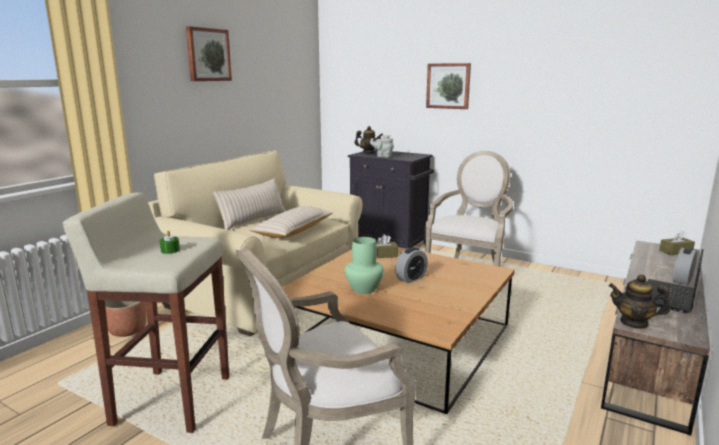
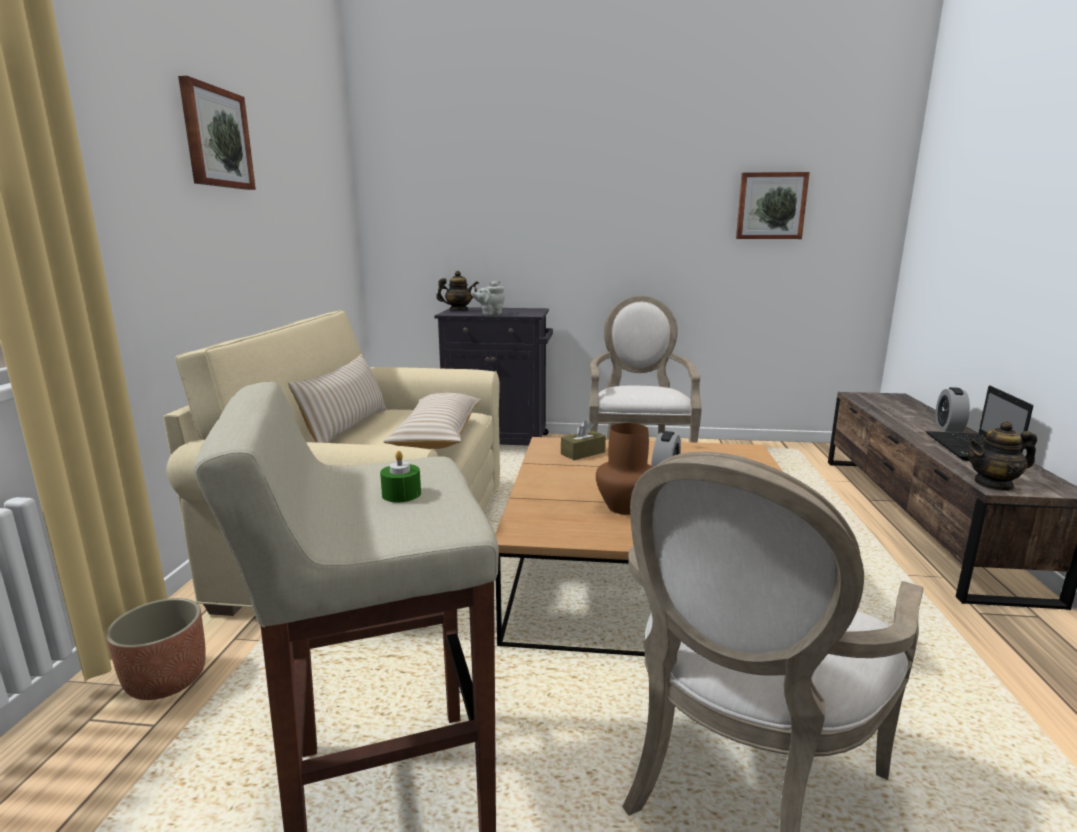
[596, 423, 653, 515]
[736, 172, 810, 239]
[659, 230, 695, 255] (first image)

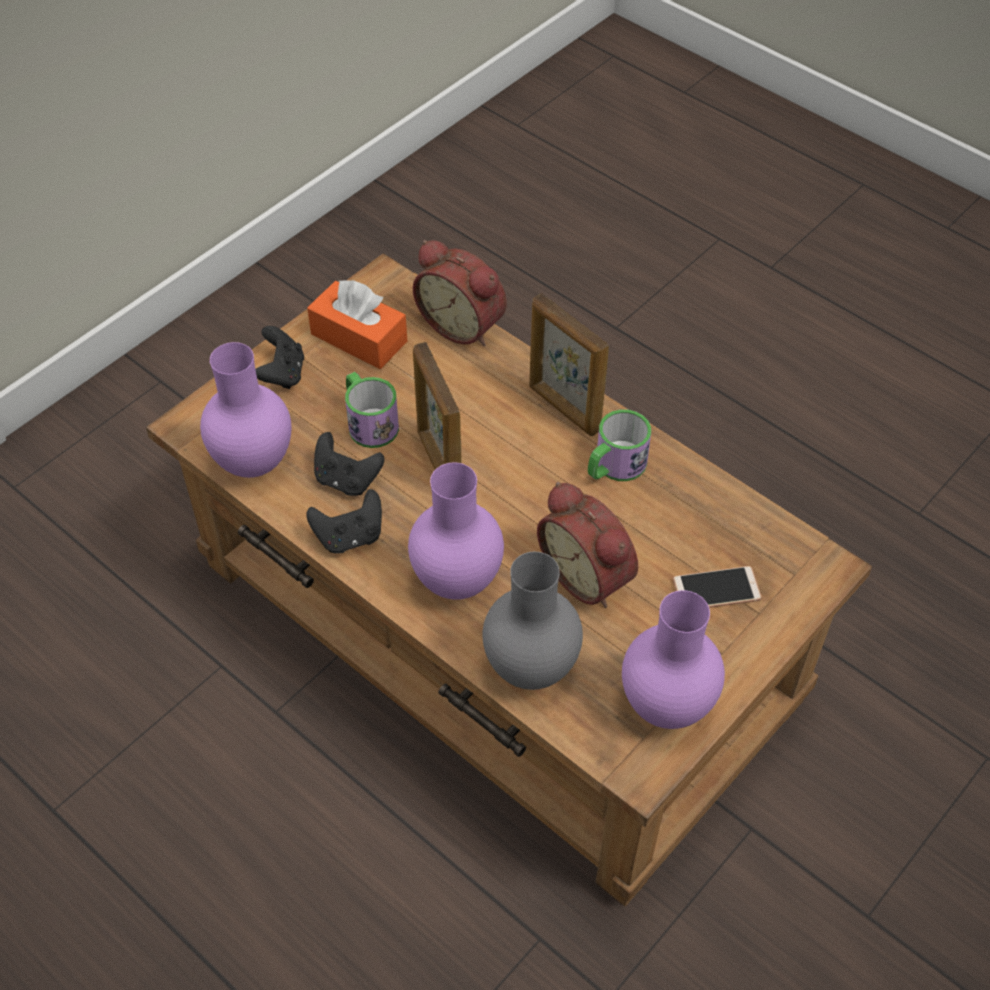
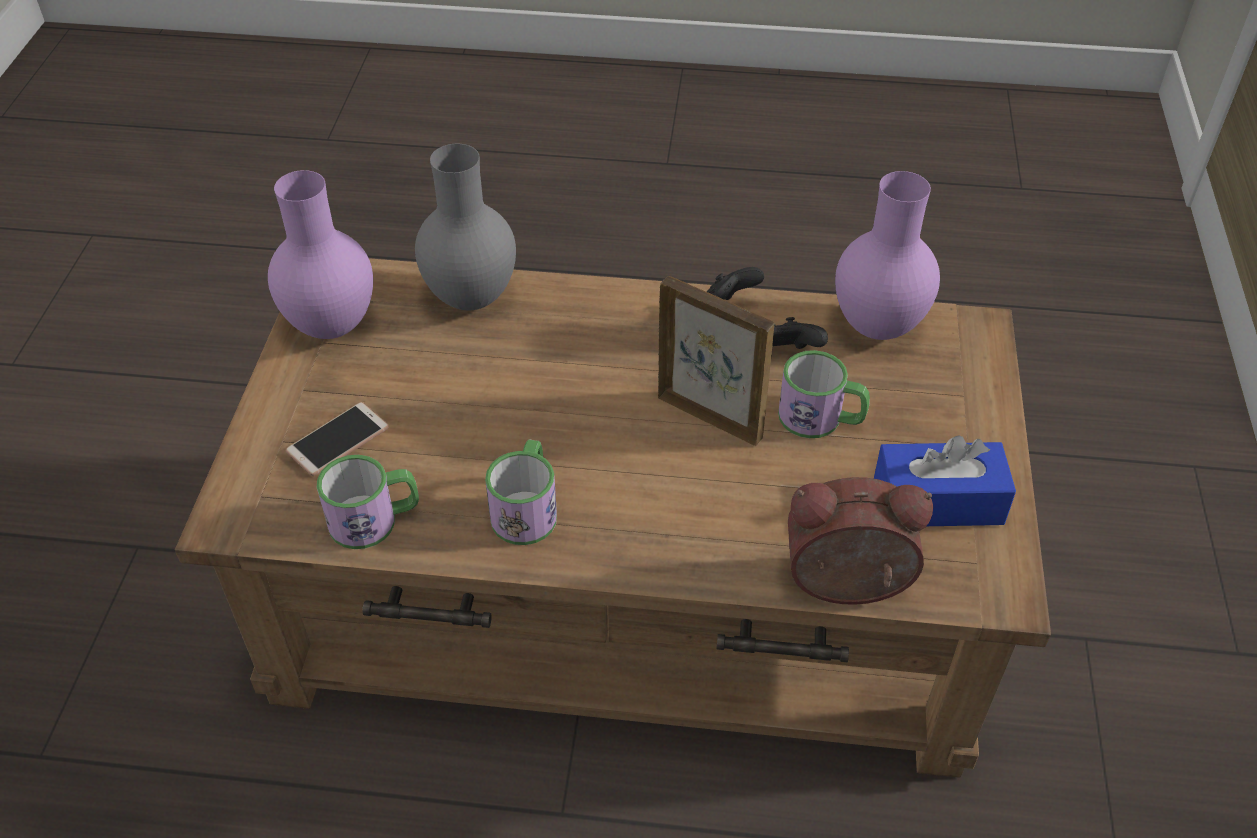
[255, 326, 304, 389] (first image)
[874, 435, 1016, 526]
[408, 462, 504, 600] (first image)
[529, 293, 609, 436] (first image)
[537, 482, 638, 608] (first image)
[317, 455, 419, 549]

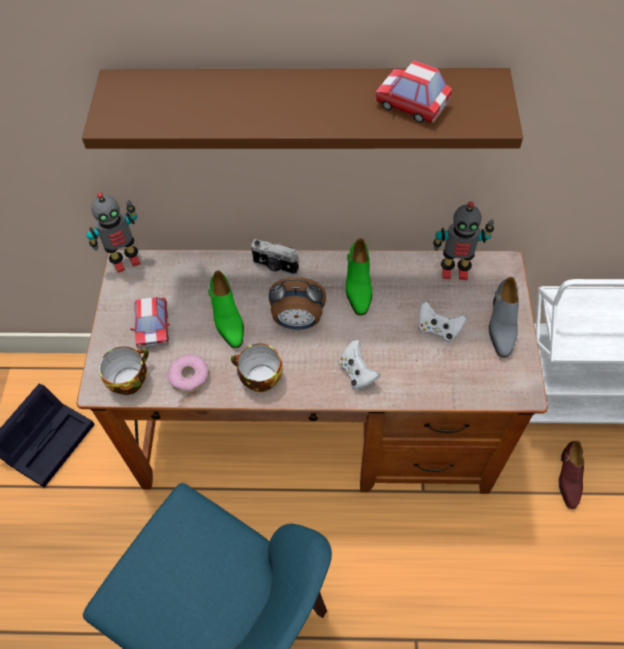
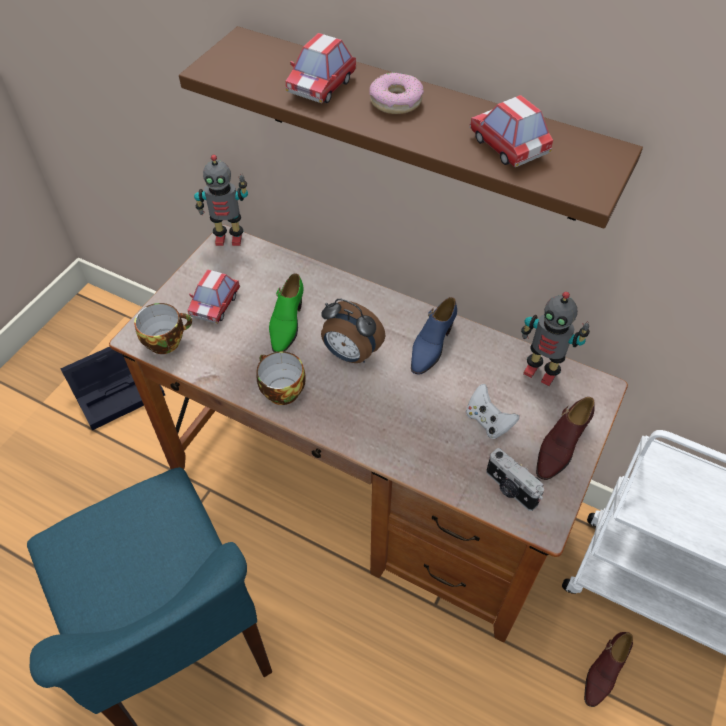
[369, 73, 424, 114]
[486, 448, 544, 511]
[339, 340, 380, 390] (first image)
[411, 297, 457, 374]
[536, 397, 595, 480]
[285, 33, 357, 104]

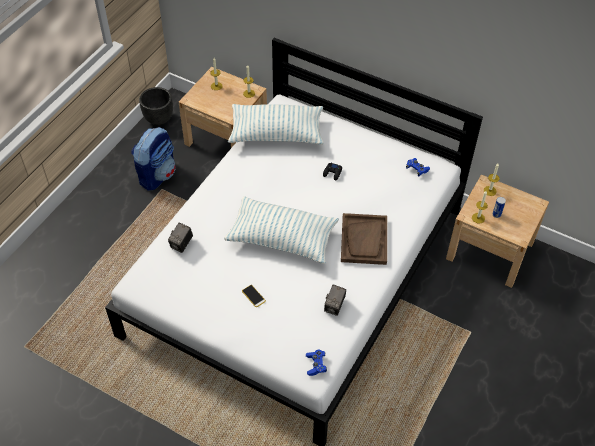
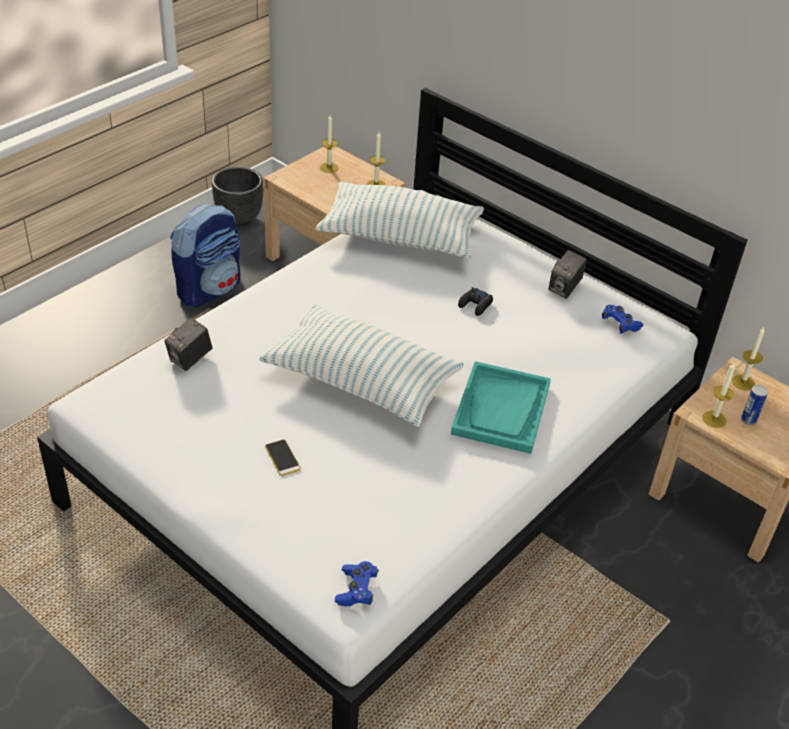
[548, 250, 586, 299]
[451, 361, 551, 454]

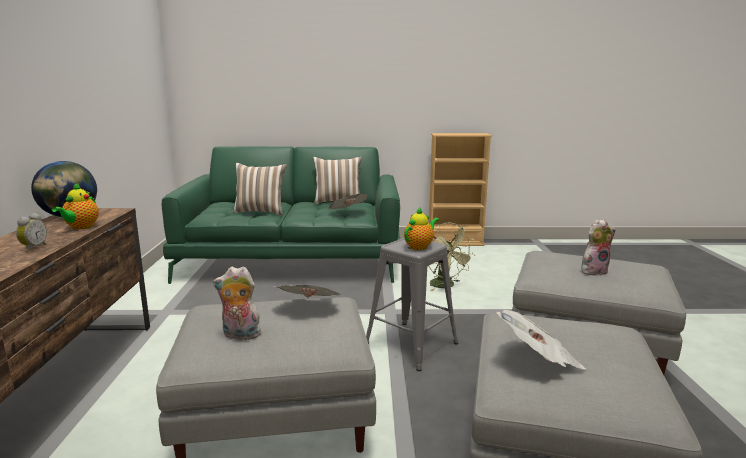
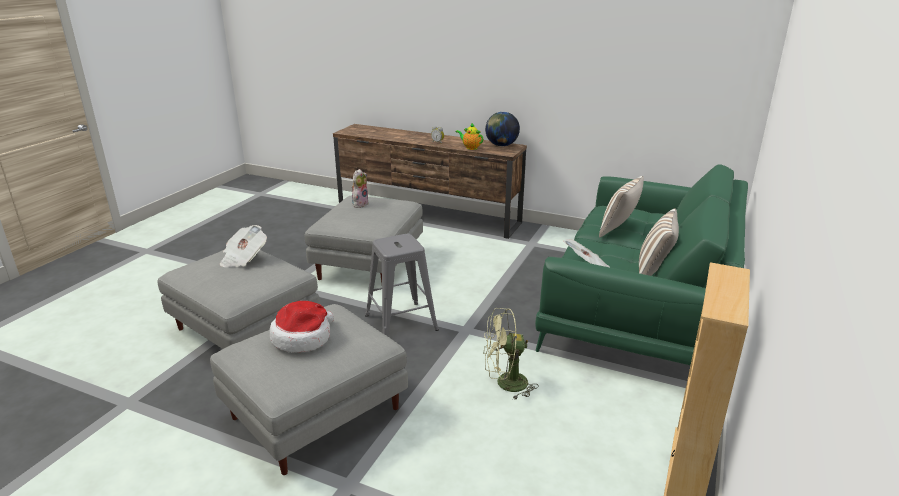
[272, 285, 341, 297] (first image)
[404, 208, 439, 250] (first image)
[270, 301, 334, 353]

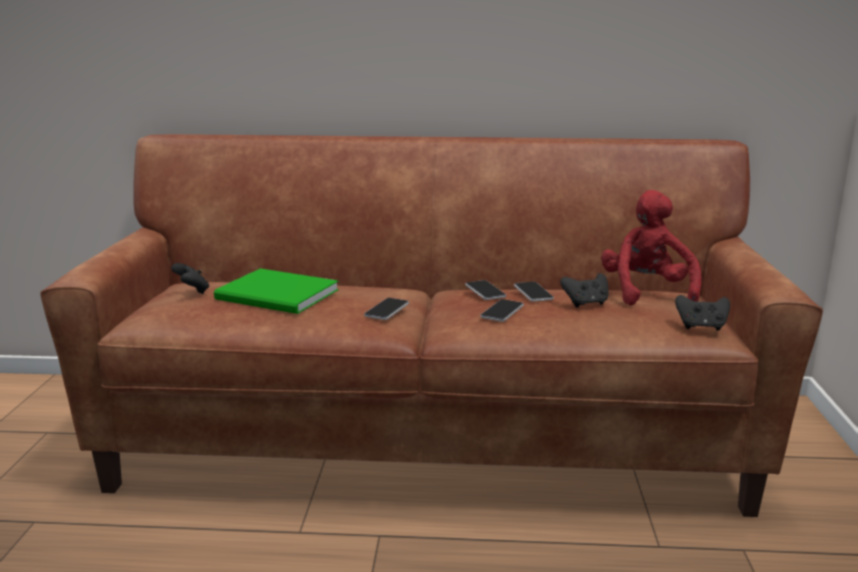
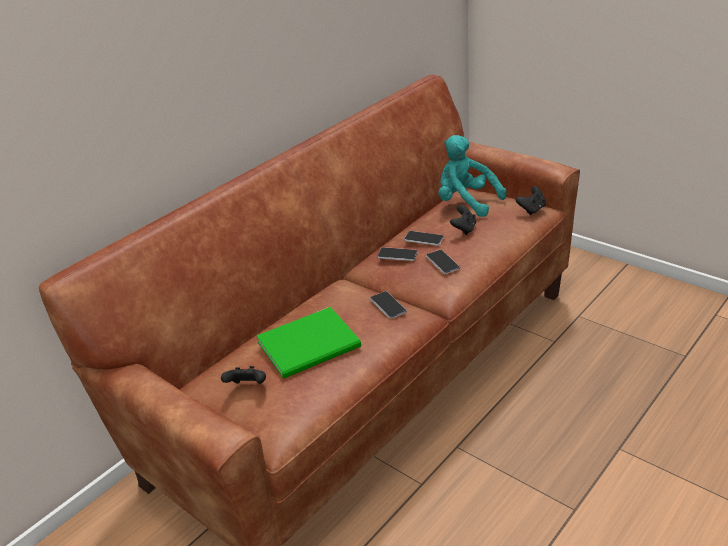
[438, 135, 507, 217]

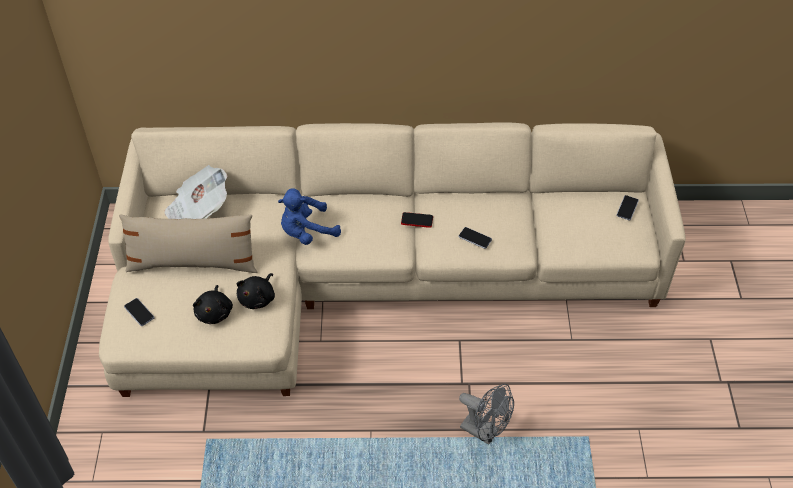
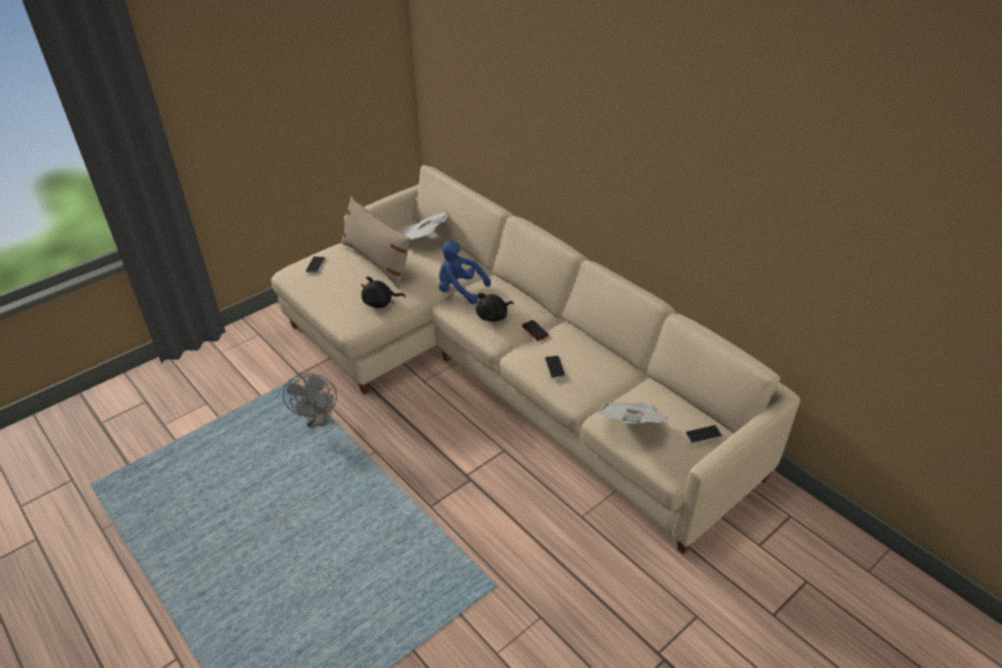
[476, 293, 514, 322]
[283, 374, 337, 427]
[598, 402, 668, 424]

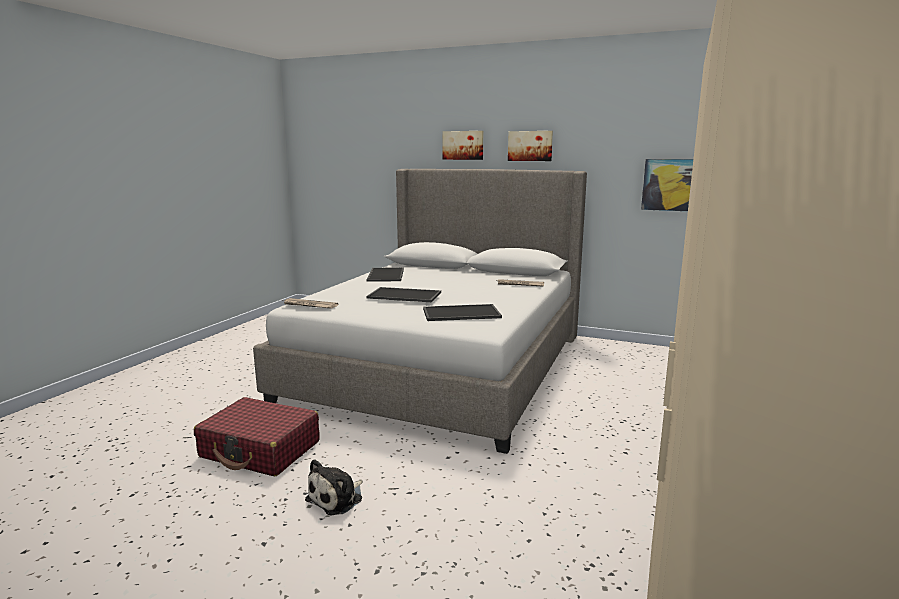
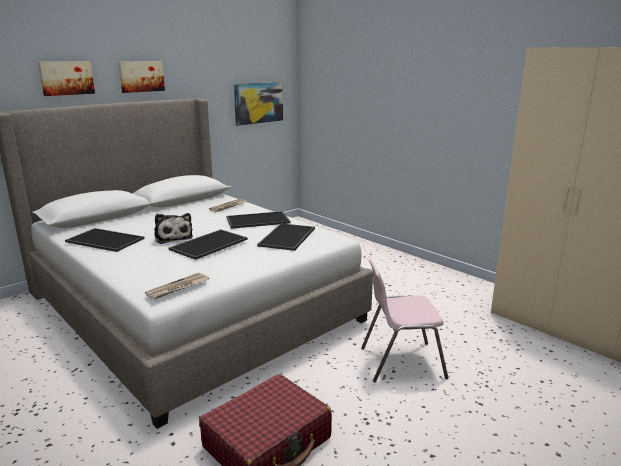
[154, 213, 193, 244]
[226, 211, 291, 229]
[361, 259, 448, 382]

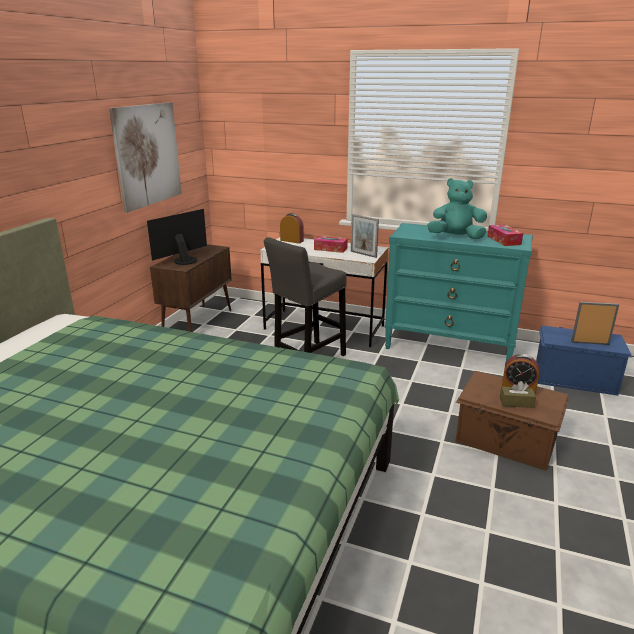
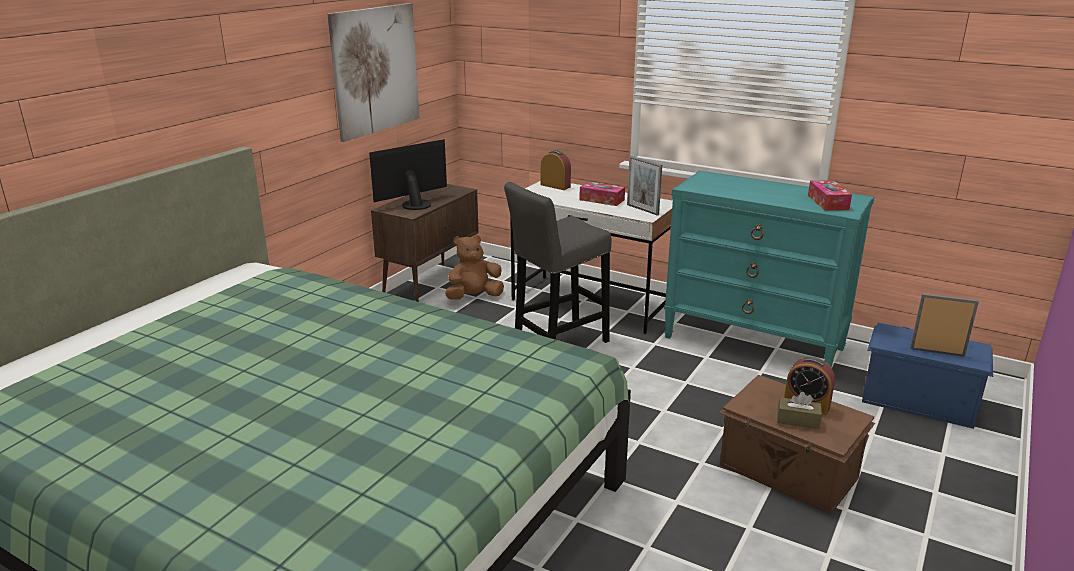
[427, 178, 487, 239] (first image)
[445, 235, 504, 300]

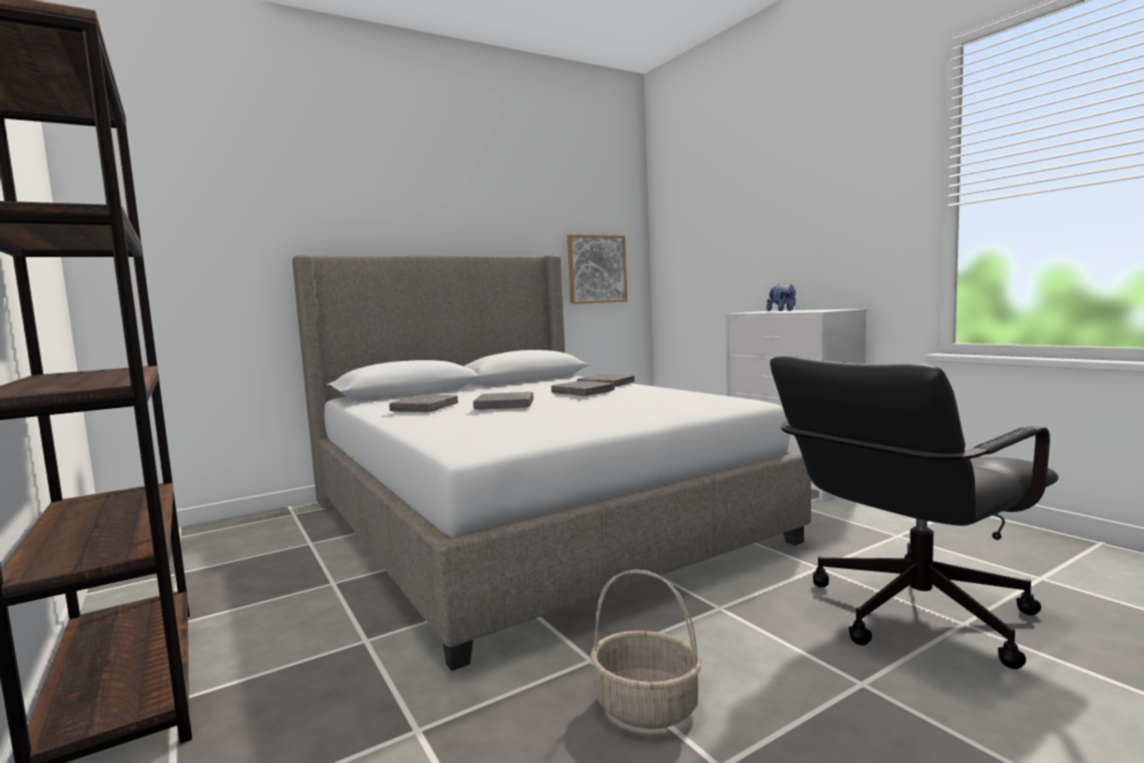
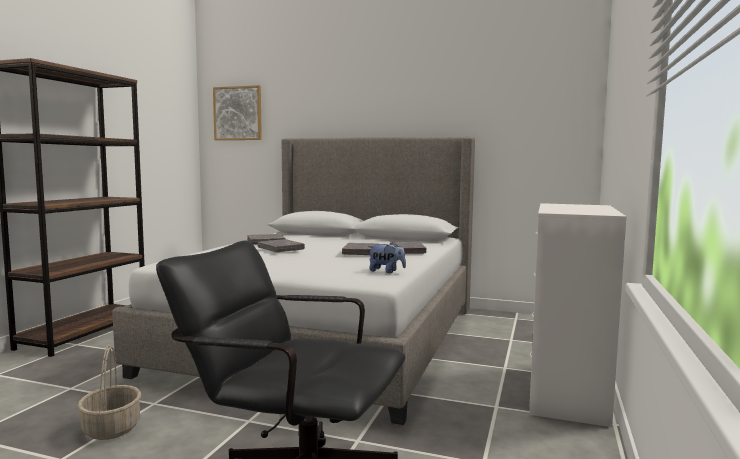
[213, 85, 262, 140]
[368, 242, 406, 273]

